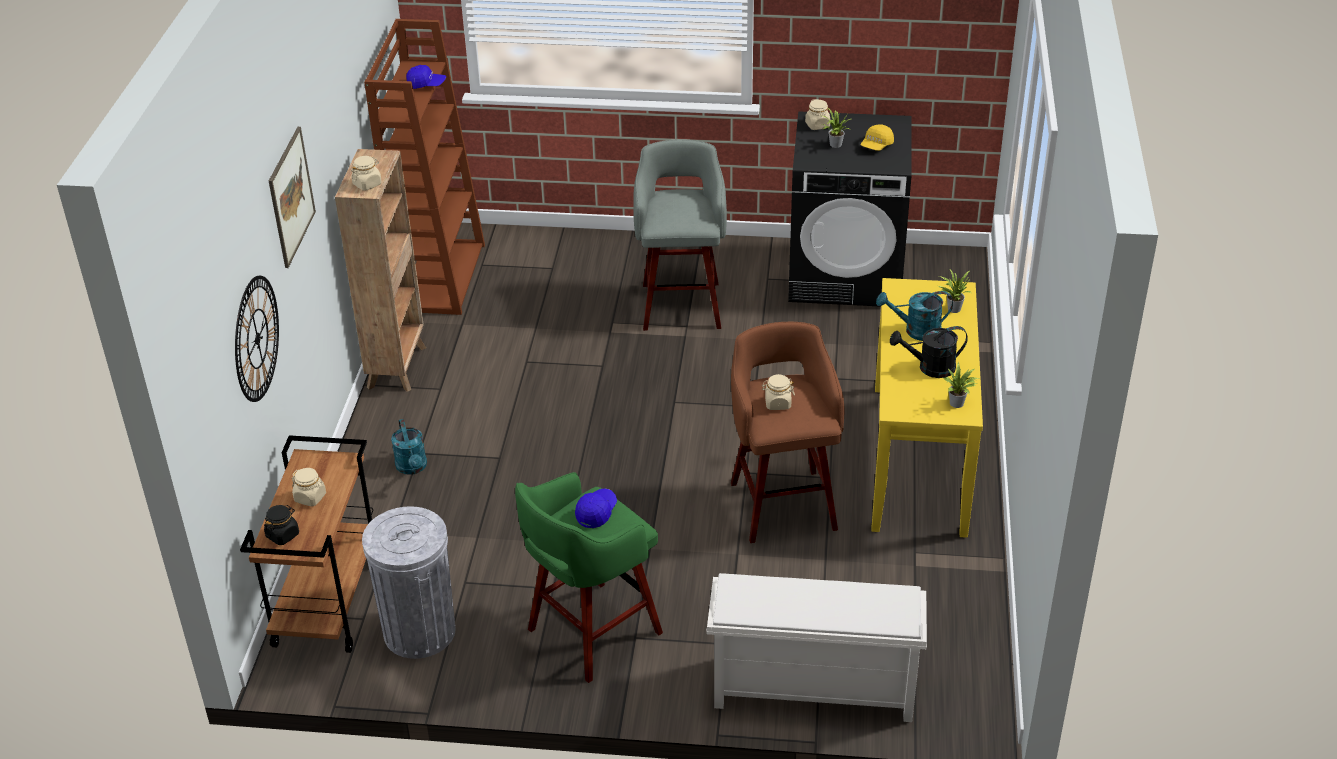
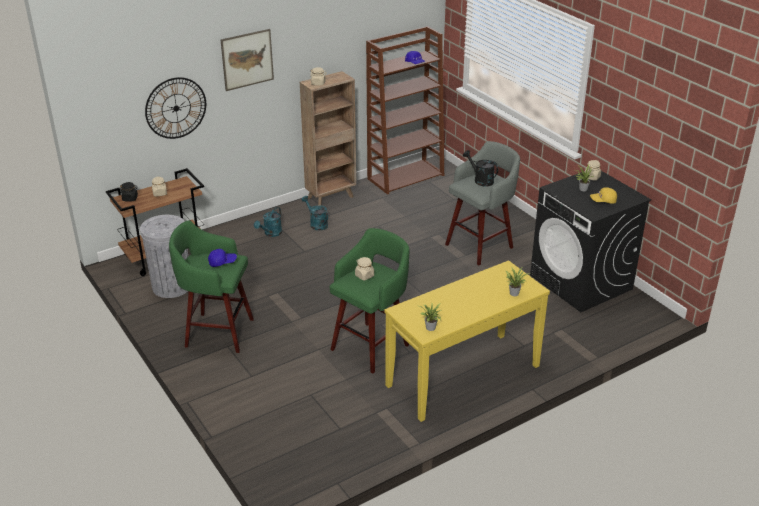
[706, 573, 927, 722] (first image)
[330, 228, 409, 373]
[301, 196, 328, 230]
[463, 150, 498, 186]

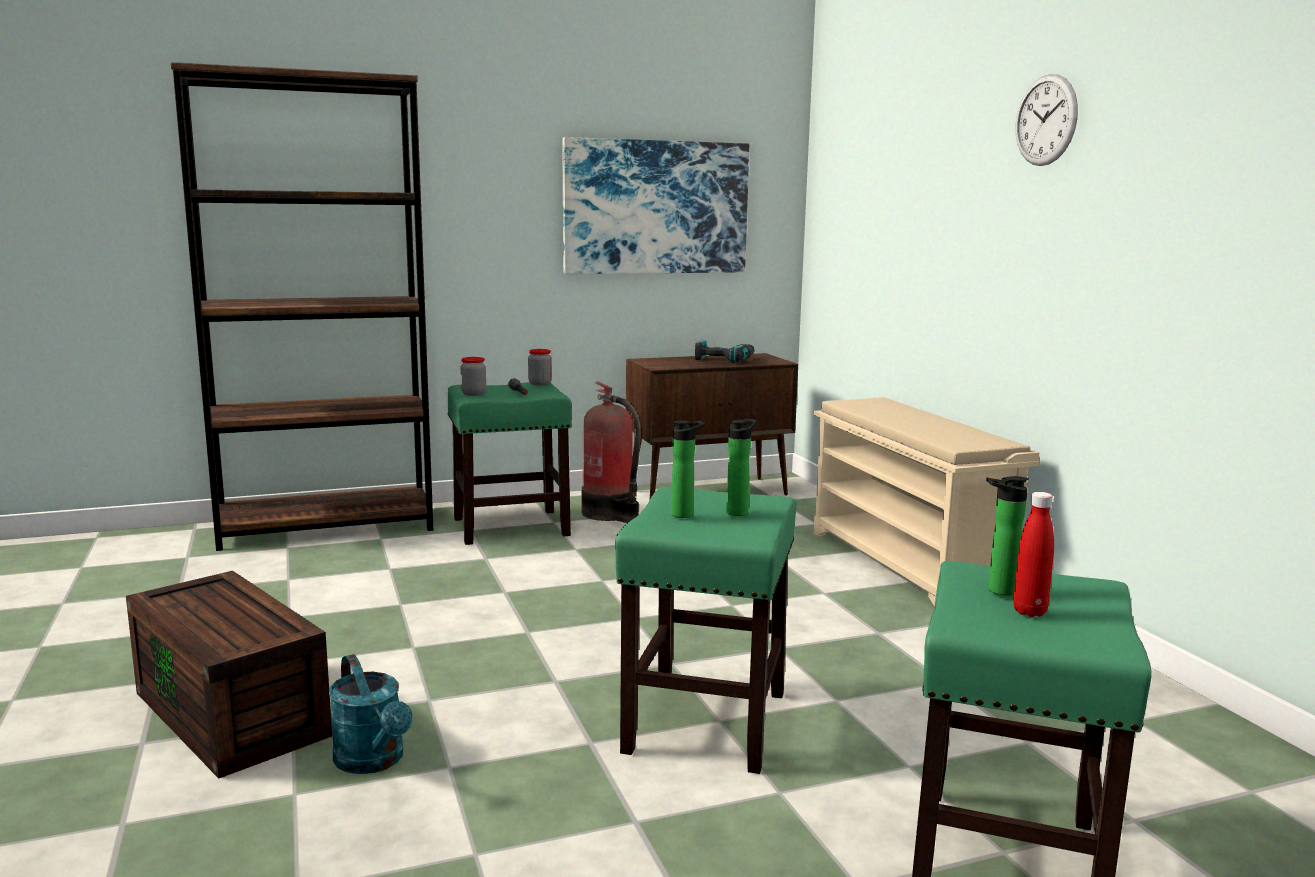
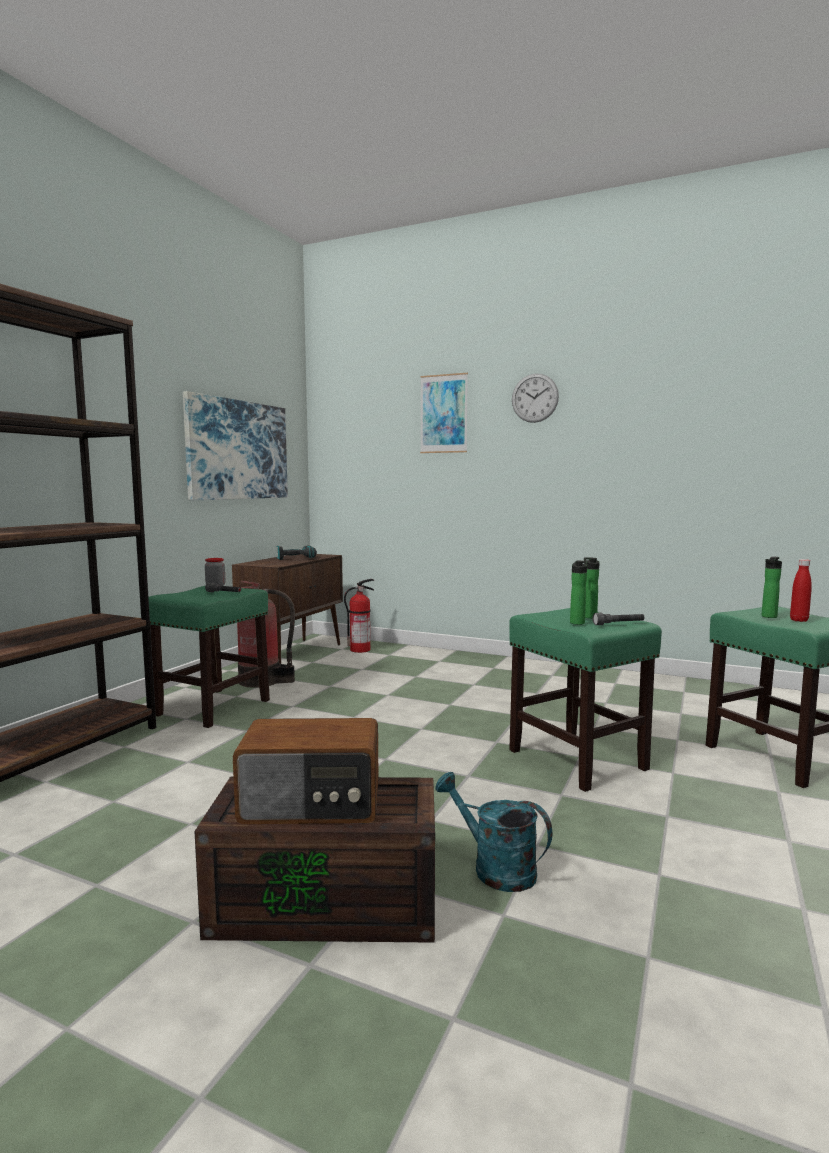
[435, 772, 552, 892]
[460, 357, 486, 396] (first image)
[814, 397, 1039, 607] (first image)
[233, 718, 379, 824]
[344, 579, 374, 653]
[420, 373, 468, 453]
[593, 612, 644, 625]

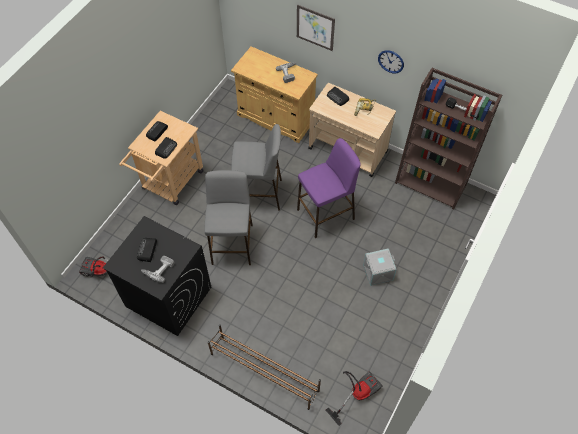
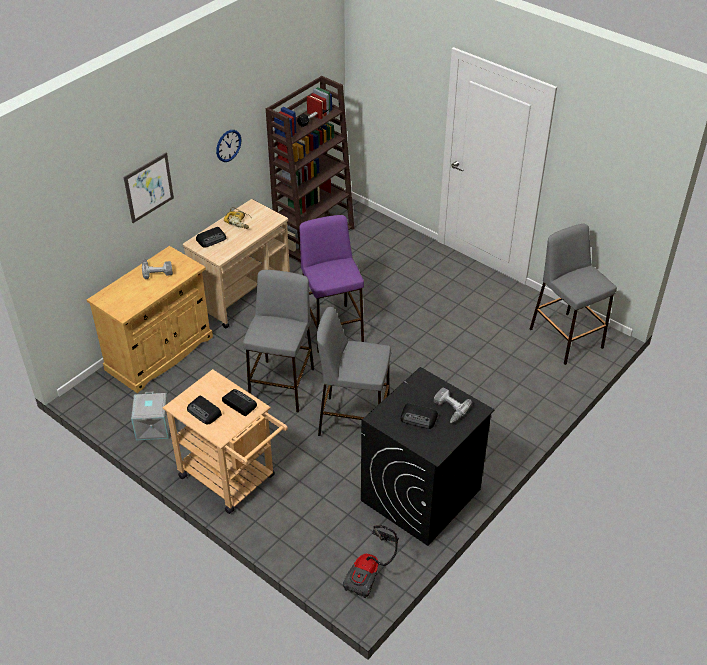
[208, 324, 321, 410] (first image)
[530, 224, 617, 365]
[131, 392, 169, 440]

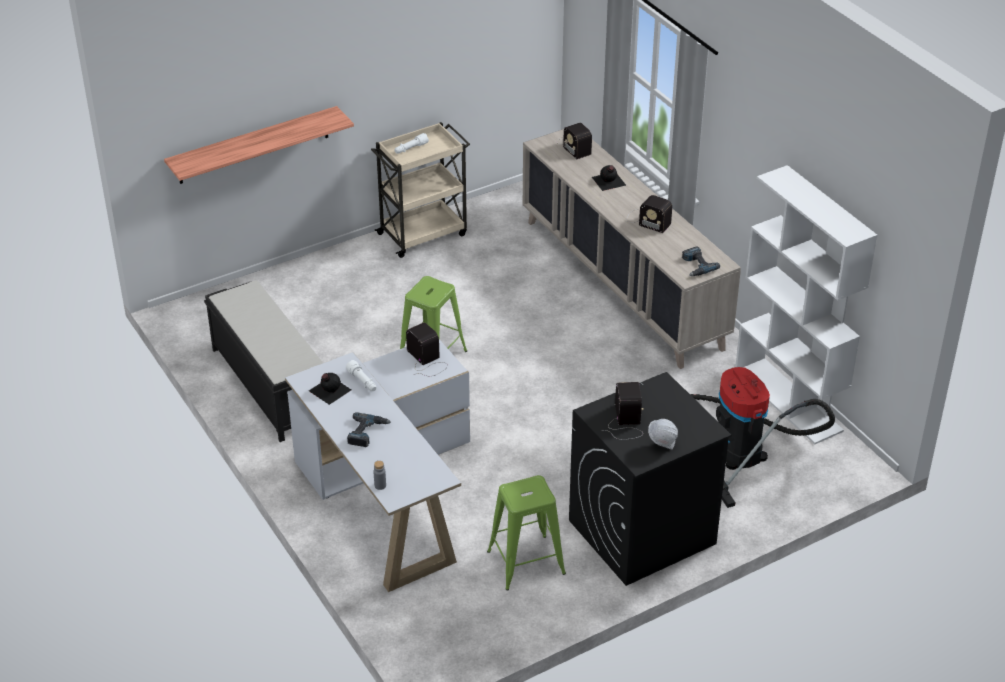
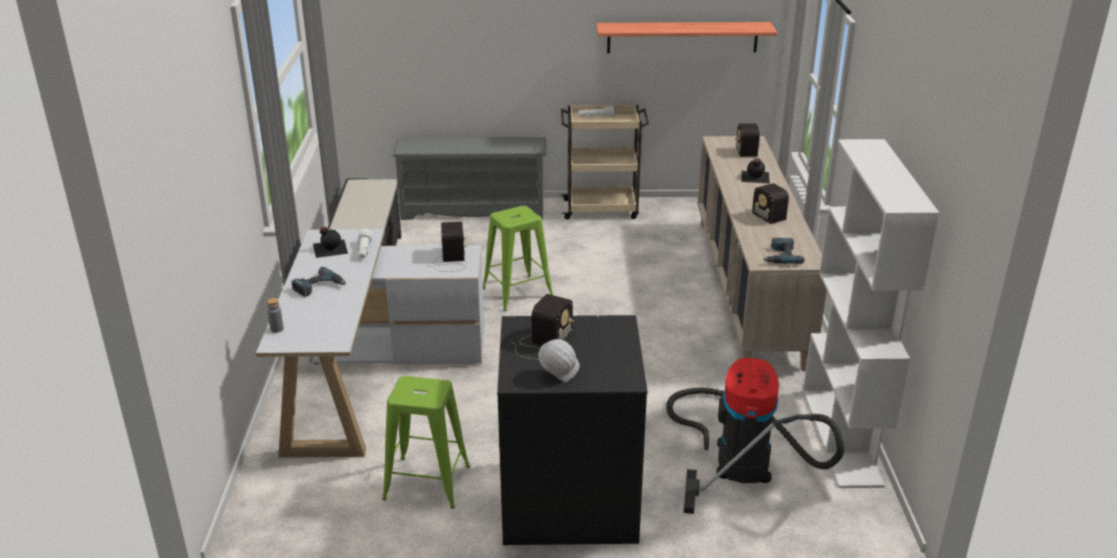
[596, 22, 777, 53]
[392, 137, 546, 220]

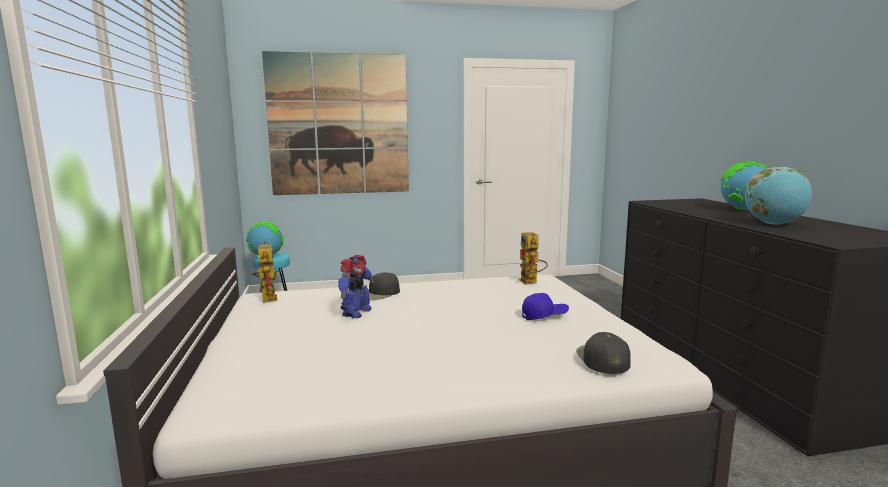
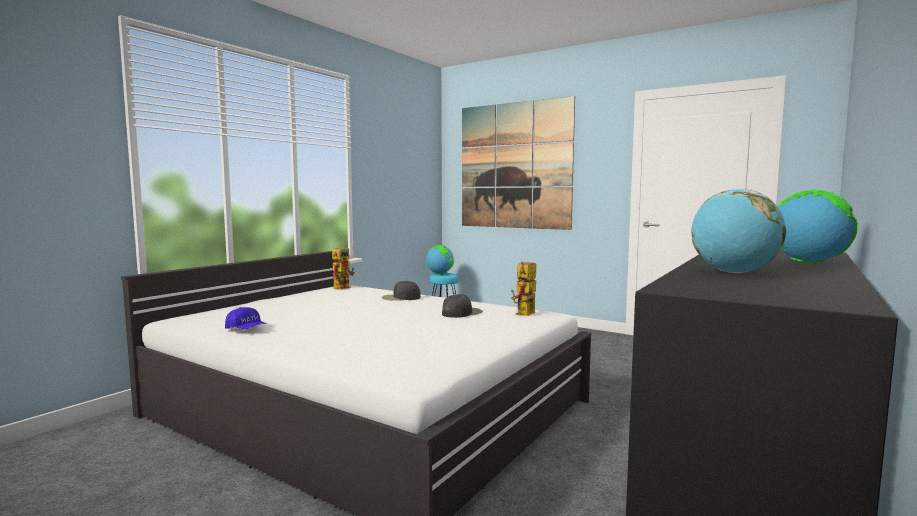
[338, 255, 374, 318] (first image)
[225, 307, 267, 329]
[442, 294, 482, 318]

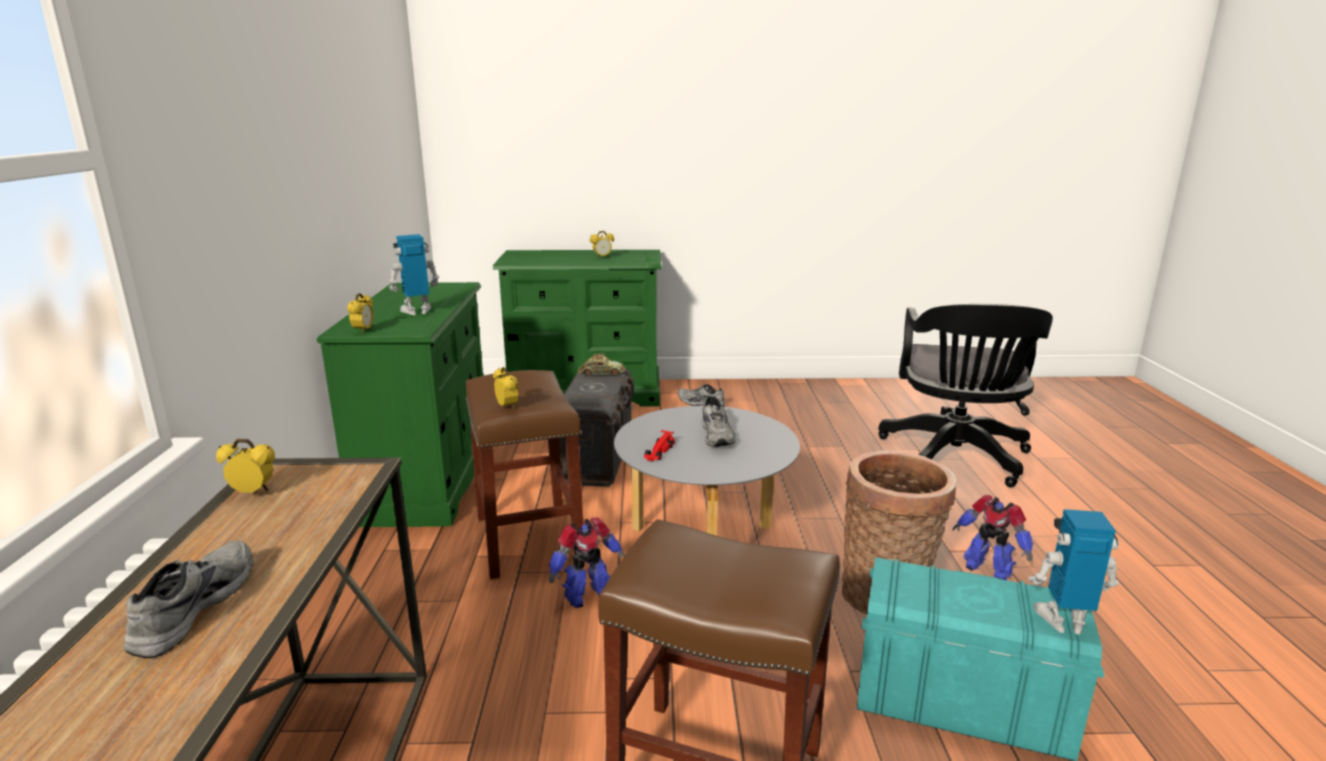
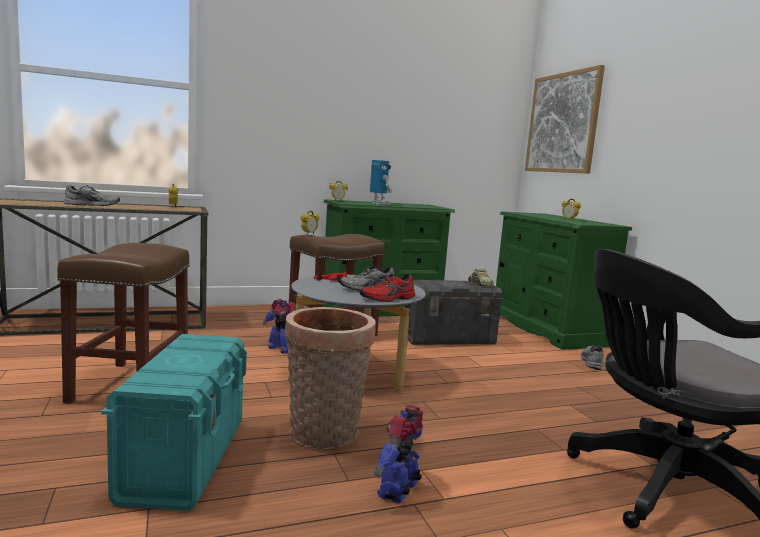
[1028, 509, 1119, 635] (first image)
[360, 273, 415, 302]
[525, 65, 605, 174]

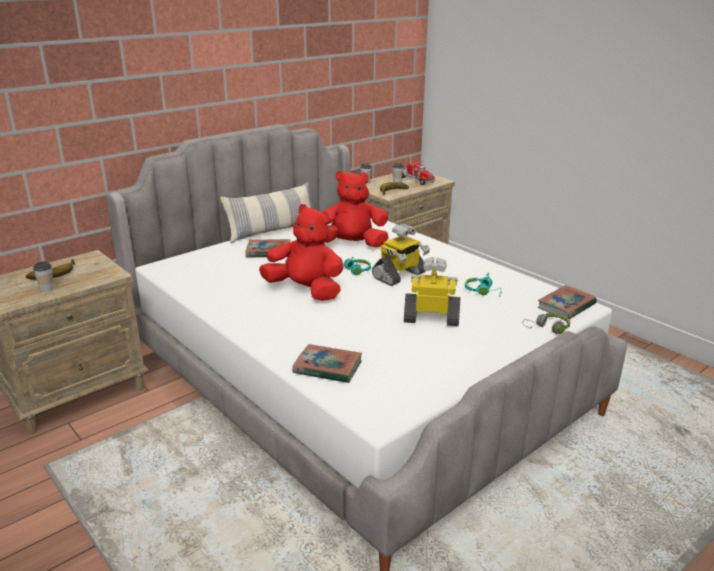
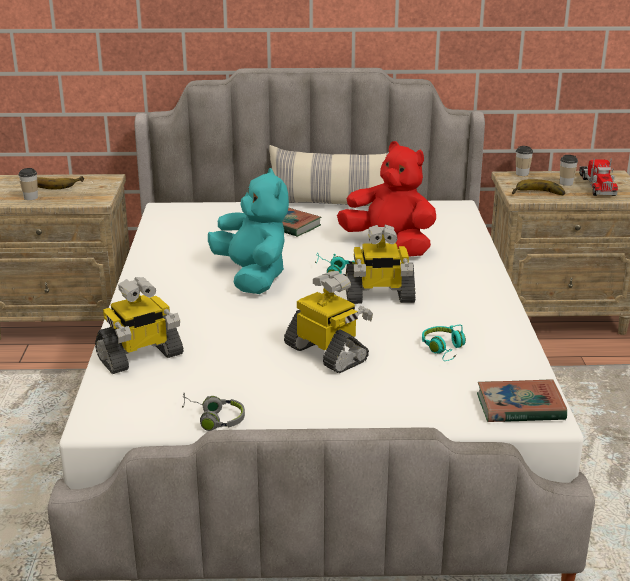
[208, 168, 289, 294]
[95, 277, 184, 374]
[182, 393, 245, 431]

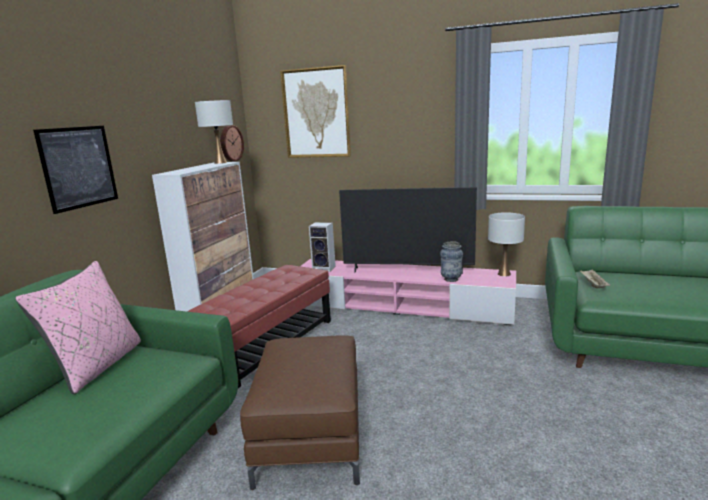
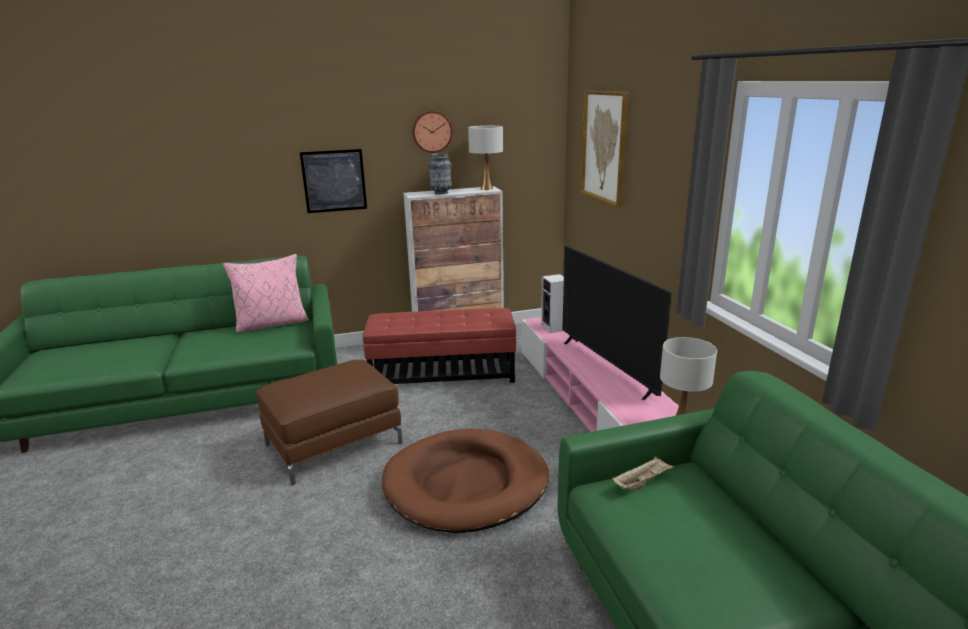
[412, 111, 452, 153]
[428, 153, 452, 195]
[382, 429, 549, 533]

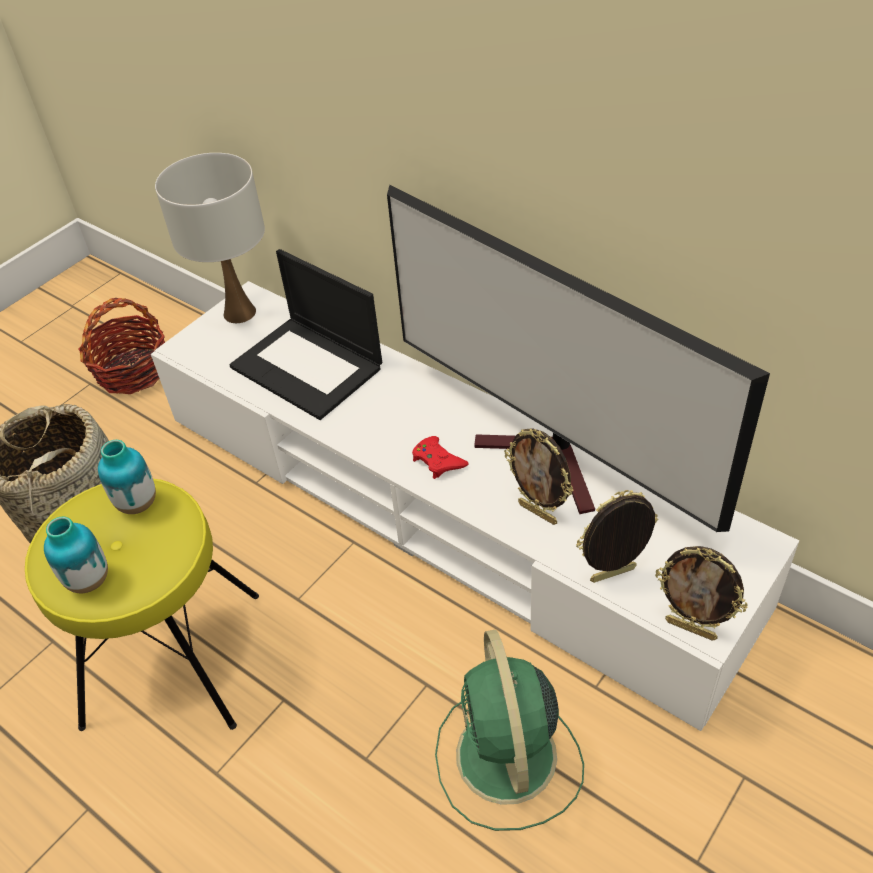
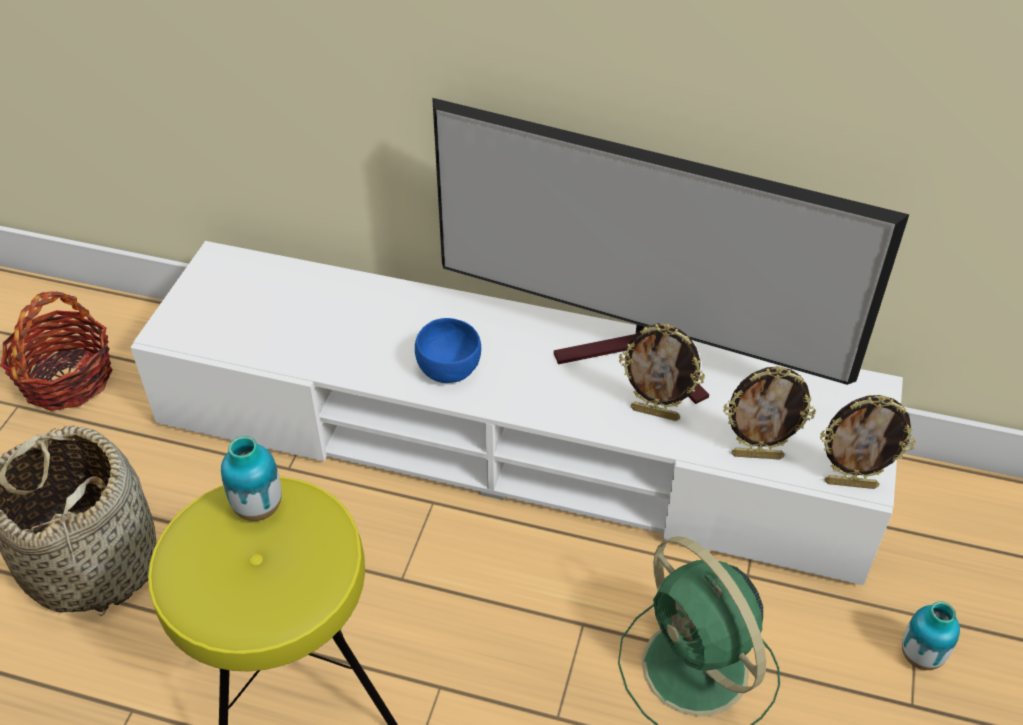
[902, 602, 960, 670]
[155, 153, 265, 323] (first image)
[229, 249, 382, 420] (first image)
[412, 436, 469, 479] (first image)
[723, 366, 816, 460]
[415, 318, 481, 383]

